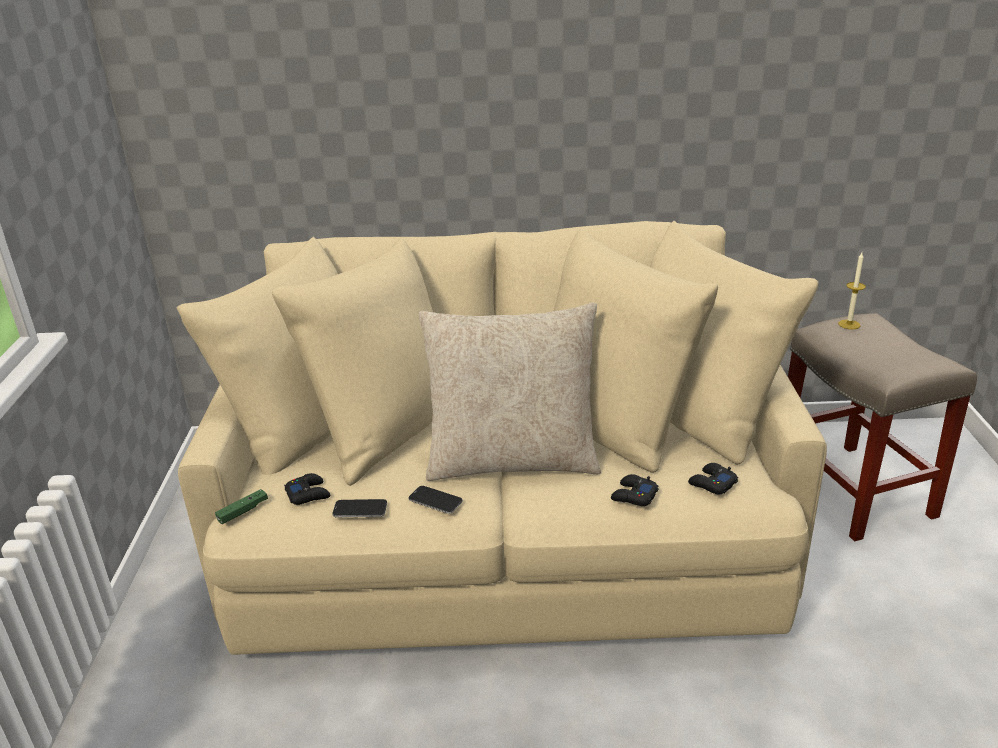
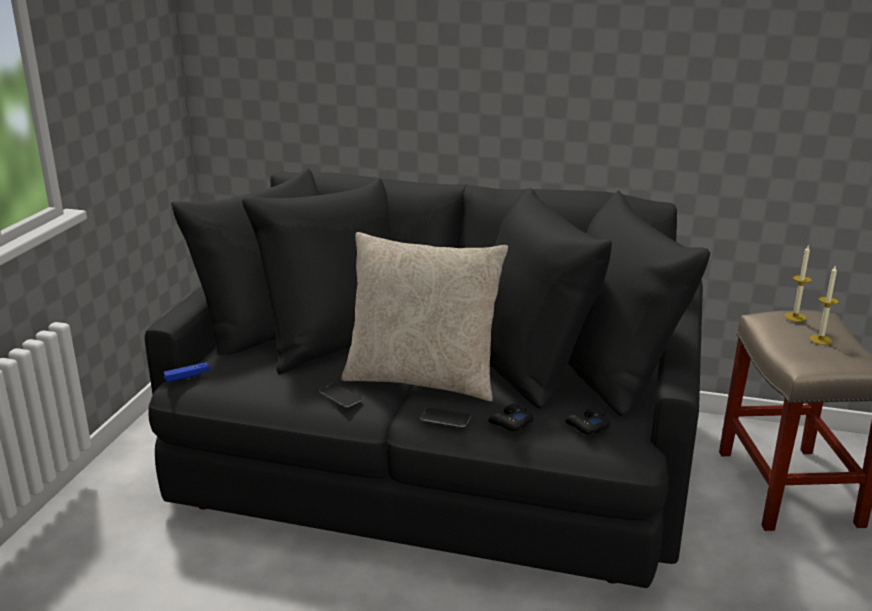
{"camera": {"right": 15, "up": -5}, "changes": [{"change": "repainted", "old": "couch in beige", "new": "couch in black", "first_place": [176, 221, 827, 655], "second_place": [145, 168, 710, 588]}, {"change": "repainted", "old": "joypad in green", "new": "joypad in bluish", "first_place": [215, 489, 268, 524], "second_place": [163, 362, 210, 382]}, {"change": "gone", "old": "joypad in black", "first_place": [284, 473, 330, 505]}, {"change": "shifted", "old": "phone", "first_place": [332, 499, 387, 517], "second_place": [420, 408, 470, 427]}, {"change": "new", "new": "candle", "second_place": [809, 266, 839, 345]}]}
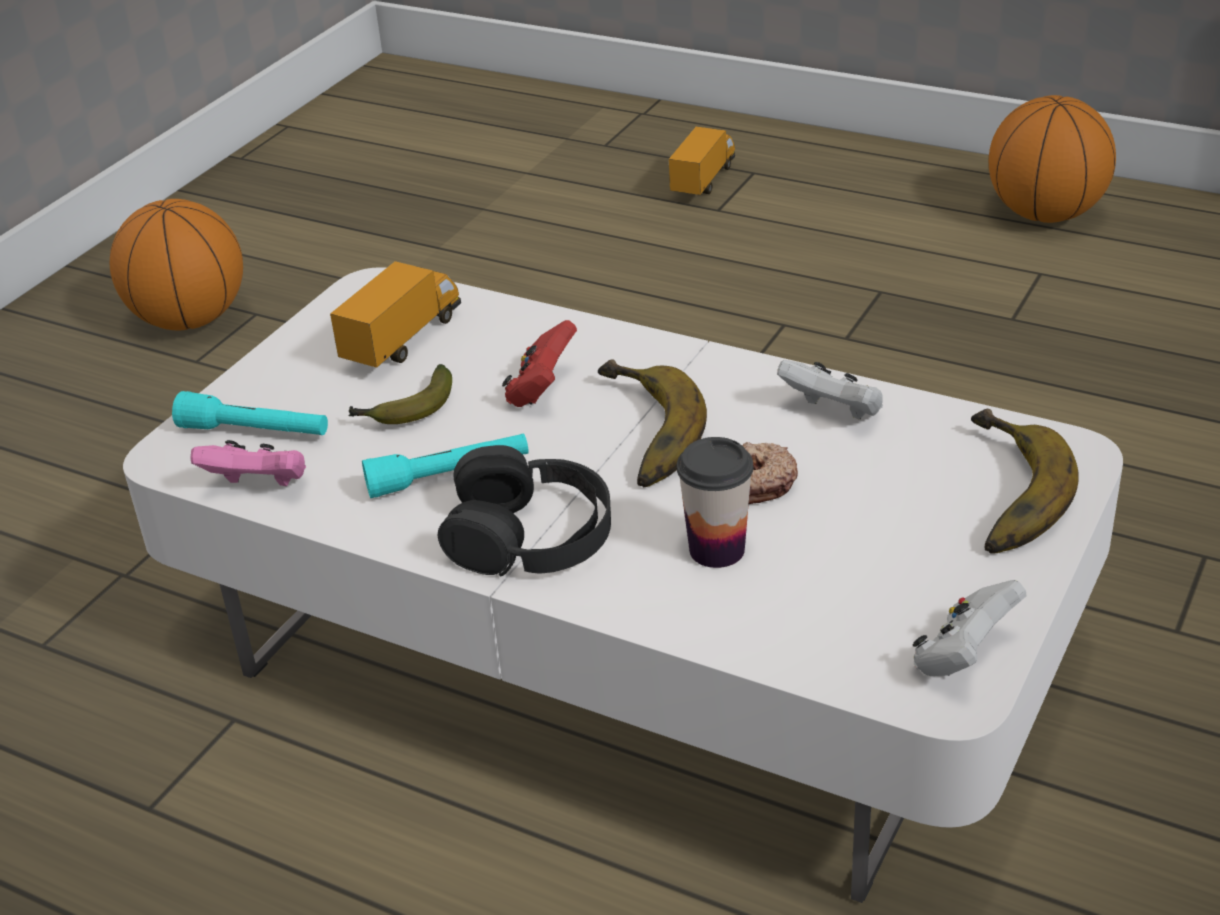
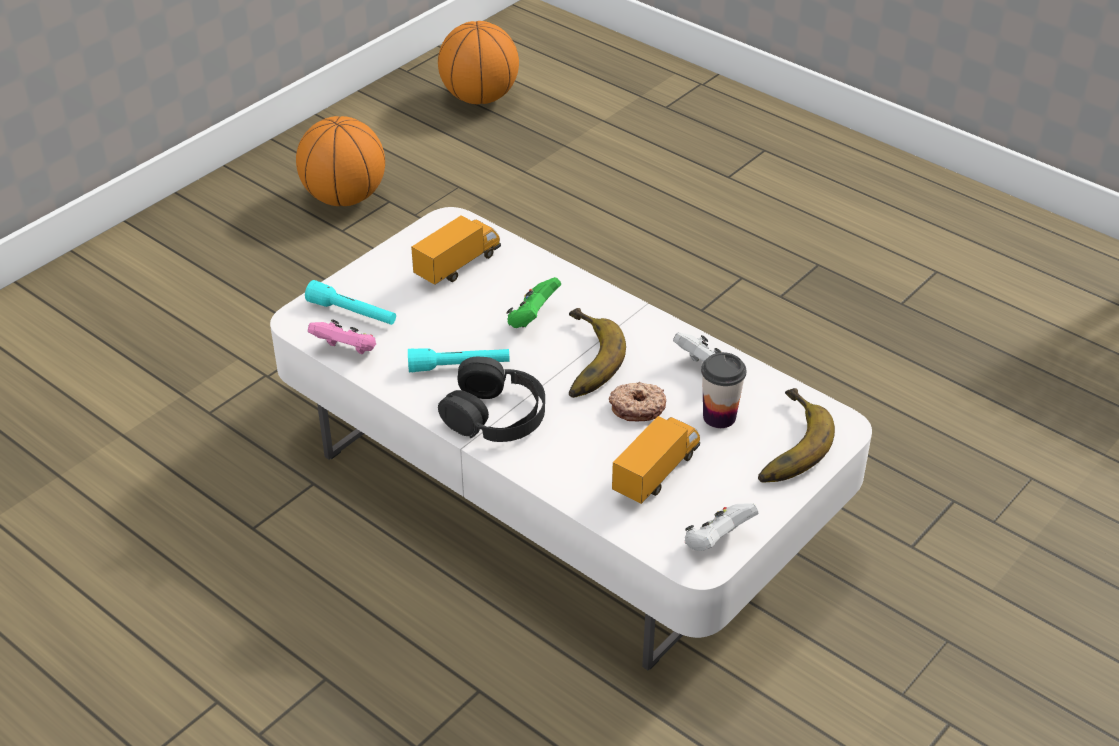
{"camera": {"right": 10, "up": 5}, "changes": [{"change": "gone", "old": "banana fruit", "first_place": [348, 364, 452, 424]}, {"change": "repainted", "old": "joypad in red", "new": "joypad in green", "first_place": [502, 320, 577, 407], "second_place": [506, 277, 561, 328]}, {"change": "shifted", "old": "model truck", "first_place": [669, 127, 735, 195], "second_place": [612, 416, 700, 504]}, {"change": "shifted", "old": "small cup", "first_place": [677, 437, 753, 568], "second_place": [701, 352, 746, 428]}, {"change": "shifted", "old": "ball for basketball", "first_place": [989, 95, 1116, 223], "second_place": [438, 21, 519, 104]}]}
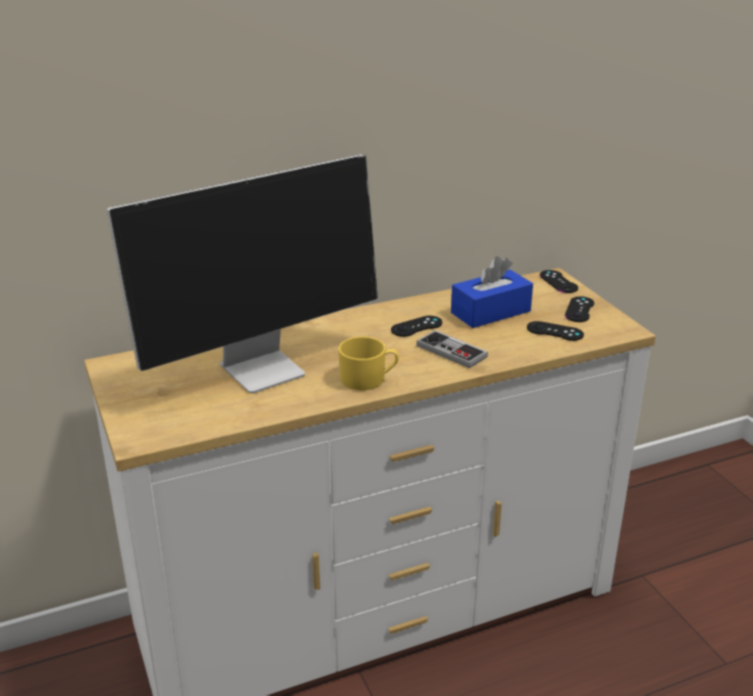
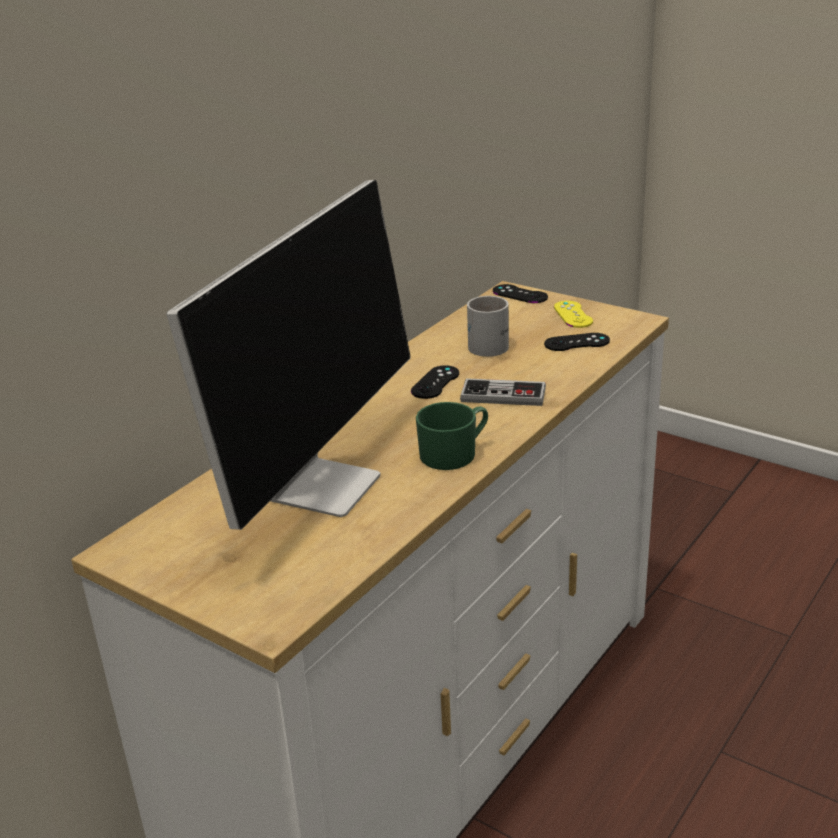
{"camera": {"right": -30, "up": 0}, "changes": [{"change": "repainted", "old": "mug in yellow-coloured", "new": "mug in green", "first_place": [338, 337, 399, 390], "second_place": [416, 402, 488, 470]}, {"change": "swapped", "old": "tissue holder in bluish", "new": "mug in whitish", "first_place": [451, 256, 533, 328], "second_place": [467, 296, 509, 357]}, {"change": "repainted", "old": "joypad in black", "new": "joypad in yellow-coloured", "first_place": [565, 296, 594, 322], "second_place": [554, 301, 593, 328]}]}
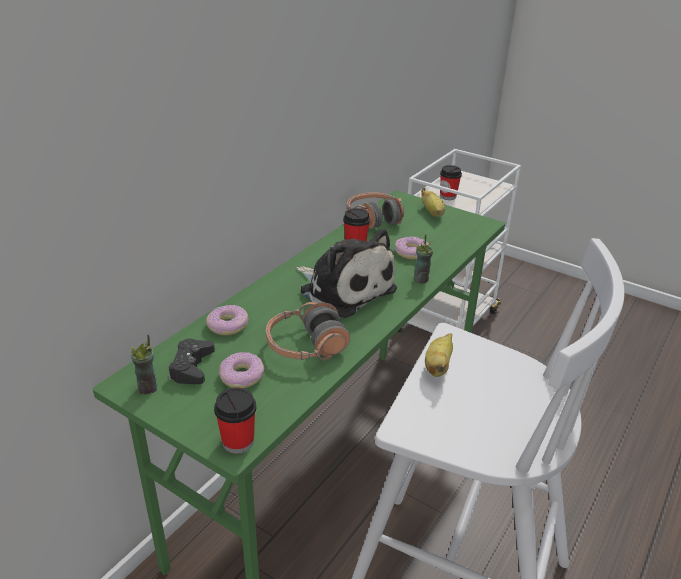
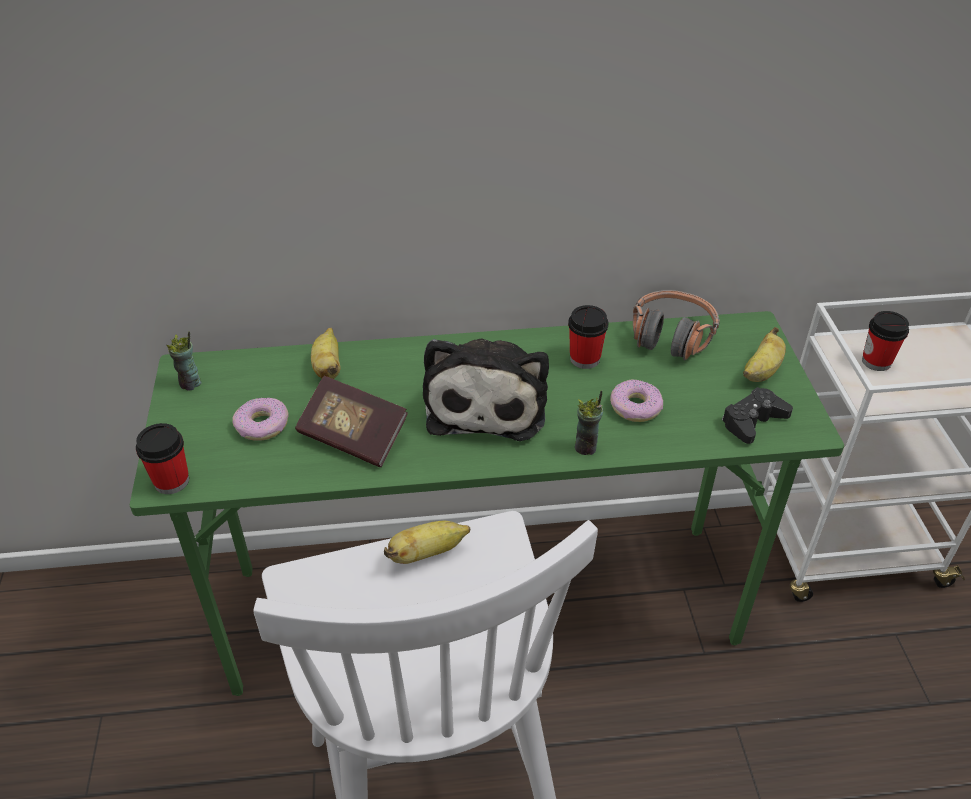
{"camera": {"right": 50, "up": 10}, "changes": [{"change": "shifted", "old": "joypad in black", "first_place": [168, 339, 215, 384], "second_place": [722, 387, 793, 444]}, {"change": "swapped", "old": "ring doughnut", "new": "banana fruit", "first_place": [206, 305, 248, 335], "second_place": [311, 328, 341, 379]}, {"change": "swapped", "old": "headphones", "new": "volume", "first_place": [266, 302, 350, 361], "second_place": [295, 376, 408, 467]}]}
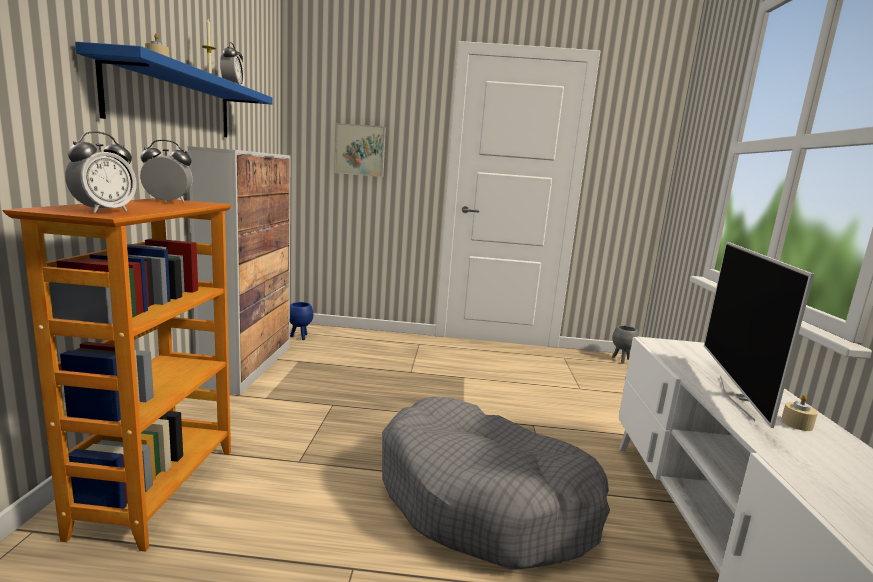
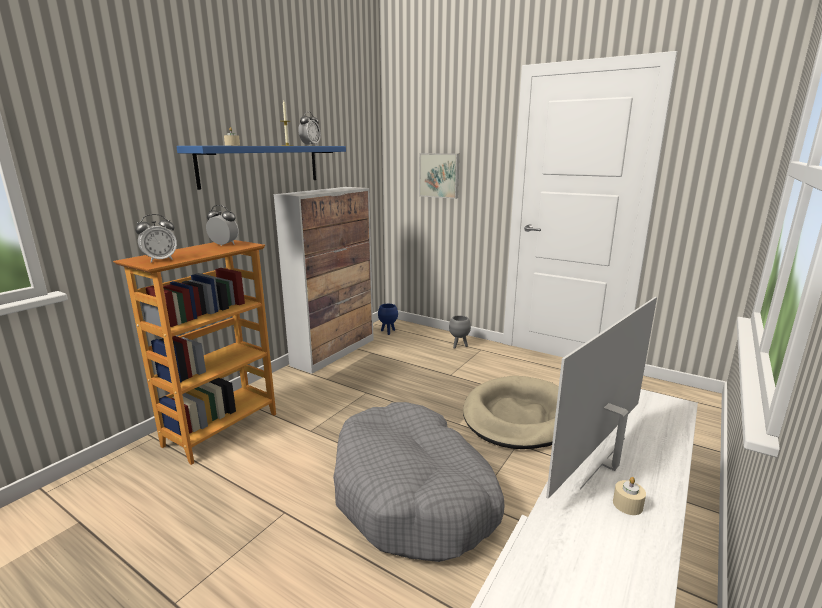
{"camera": {"right": 30, "up": 5}, "changes": [{"change": "shifted", "old": "planter in greyish", "first_place": [612, 325, 639, 363], "second_place": [449, 315, 471, 349]}, {"change": "new", "new": "pet bed in beige", "second_place": [463, 376, 559, 449]}]}
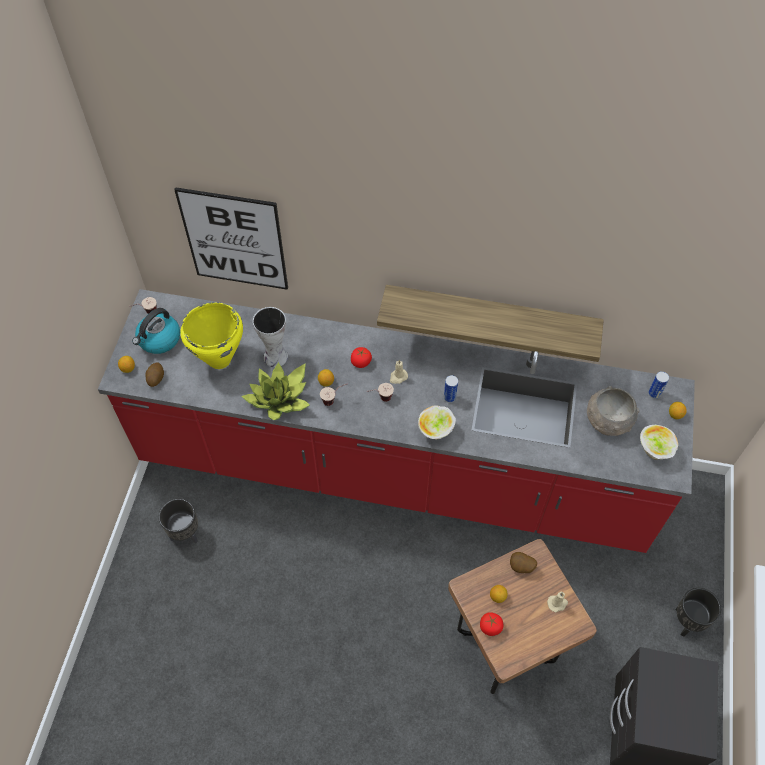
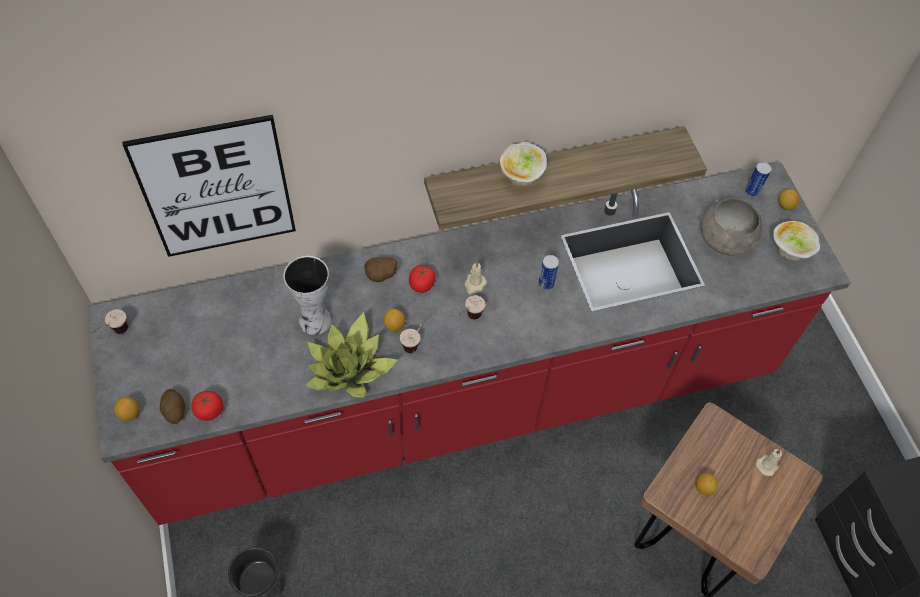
{"camera": {"right": -30, "up": 0}, "changes": [{"change": "gone", "old": "tea kettle", "first_place": [132, 308, 180, 354]}, {"change": "gone", "old": "cooking pot in yellow-coloured", "first_place": [180, 302, 243, 369]}, {"change": "shifted", "old": "bowl", "first_place": [418, 406, 456, 439], "second_place": [500, 142, 547, 186]}, {"change": "shifted", "old": "fresh tomato", "first_place": [480, 612, 503, 636], "second_place": [192, 391, 223, 421]}, {"change": "shifted", "old": "potato", "first_place": [510, 552, 537, 573], "second_place": [364, 257, 397, 282]}, {"change": "gone", "old": "planter in black", "first_place": [675, 588, 721, 637]}]}
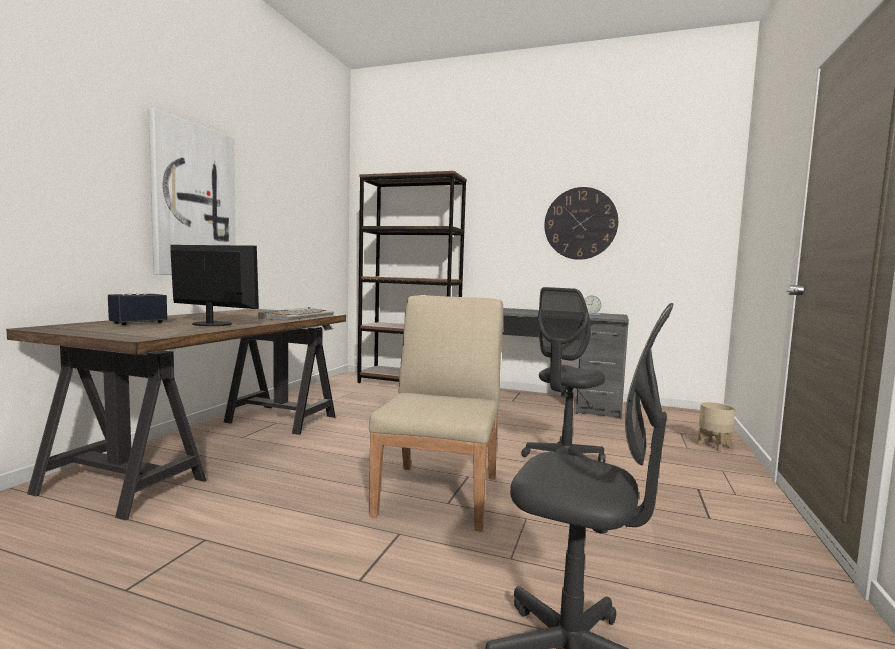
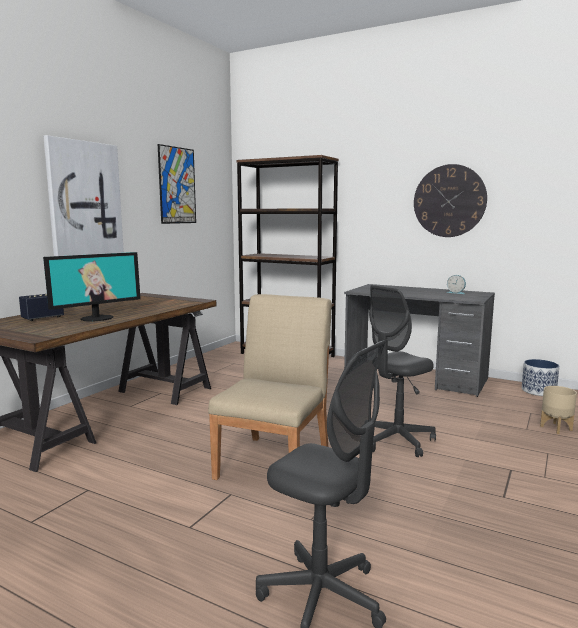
{"camera": {"right": 10, "up": 5}, "changes": [{"change": "rotated", "old": "computer screen", "first_place": [170, 245, 259, 326], "second_place": [43, 252, 141, 322], "degrees": 105}, {"change": "gone", "old": "PC keyboard", "first_place": [258, 307, 334, 321]}, {"change": "new", "new": "wall picture", "second_place": [158, 144, 196, 224]}, {"change": "new", "new": "planter", "second_place": [522, 359, 559, 396]}]}
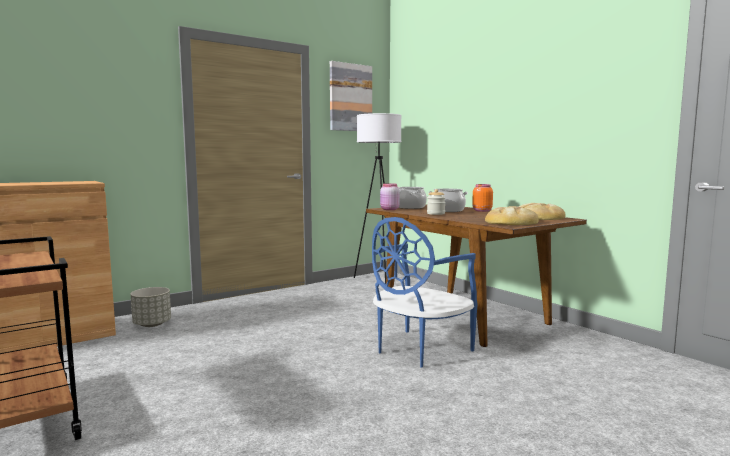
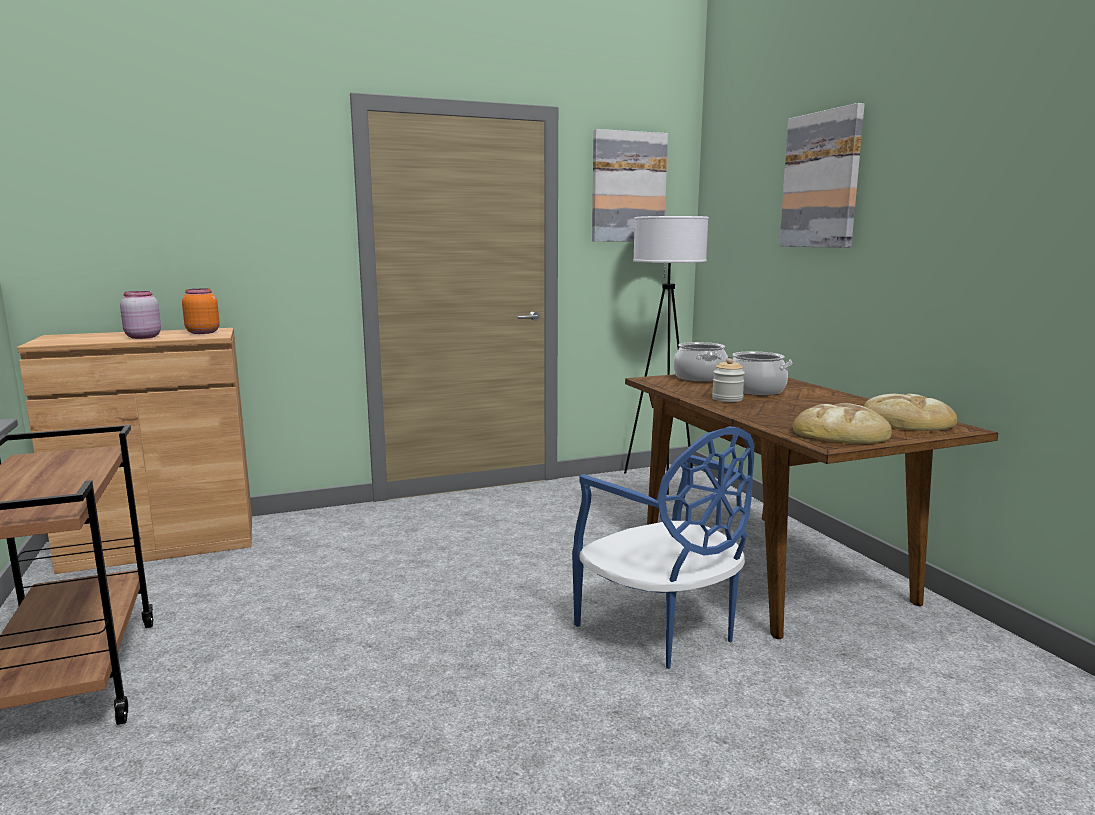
{"camera": {"right": 15, "up": 5}, "changes": [{"change": "gone", "old": "planter in greyish", "first_place": [130, 287, 171, 327]}, {"change": "rotated", "old": "plain chair in bluish", "first_place": [372, 217, 478, 368], "second_place": [572, 426, 754, 669], "degrees": -90}, {"change": "shifted", "old": "storage jar in pink", "first_place": [380, 183, 400, 210], "second_place": [120, 291, 161, 339]}, {"change": "shifted", "old": "storage jar in orangey", "first_place": [472, 184, 493, 212], "second_place": [182, 289, 220, 334]}, {"change": "new", "new": "wall picture", "second_place": [779, 103, 865, 248]}]}
